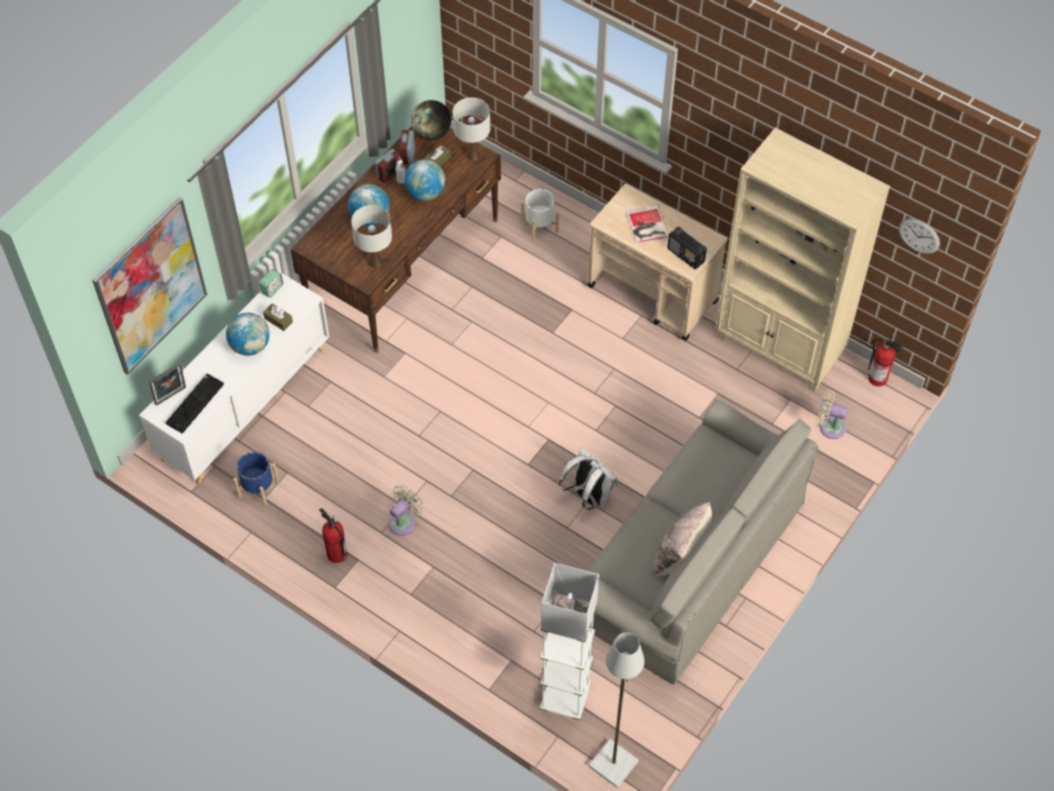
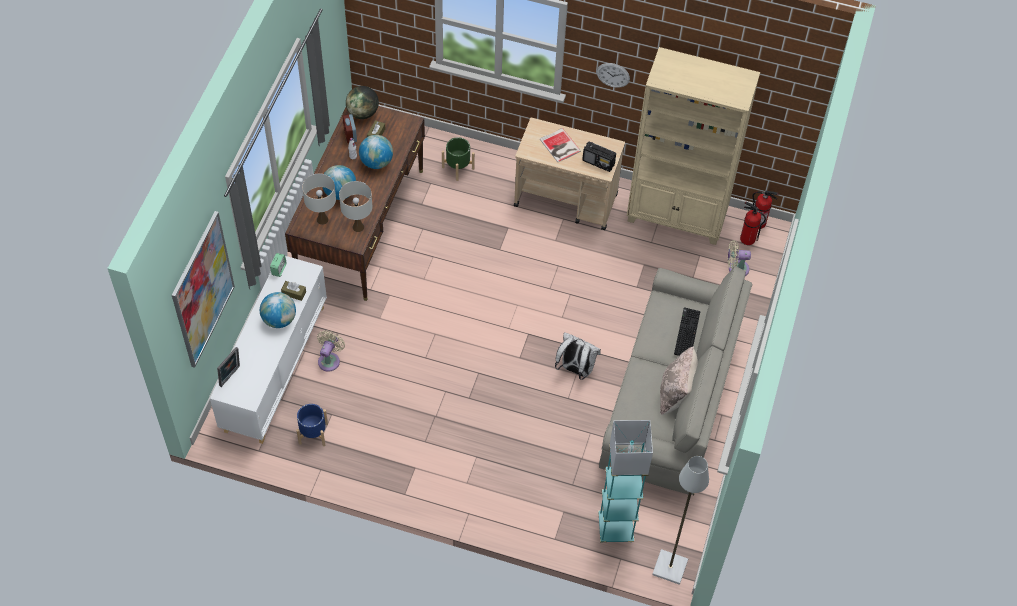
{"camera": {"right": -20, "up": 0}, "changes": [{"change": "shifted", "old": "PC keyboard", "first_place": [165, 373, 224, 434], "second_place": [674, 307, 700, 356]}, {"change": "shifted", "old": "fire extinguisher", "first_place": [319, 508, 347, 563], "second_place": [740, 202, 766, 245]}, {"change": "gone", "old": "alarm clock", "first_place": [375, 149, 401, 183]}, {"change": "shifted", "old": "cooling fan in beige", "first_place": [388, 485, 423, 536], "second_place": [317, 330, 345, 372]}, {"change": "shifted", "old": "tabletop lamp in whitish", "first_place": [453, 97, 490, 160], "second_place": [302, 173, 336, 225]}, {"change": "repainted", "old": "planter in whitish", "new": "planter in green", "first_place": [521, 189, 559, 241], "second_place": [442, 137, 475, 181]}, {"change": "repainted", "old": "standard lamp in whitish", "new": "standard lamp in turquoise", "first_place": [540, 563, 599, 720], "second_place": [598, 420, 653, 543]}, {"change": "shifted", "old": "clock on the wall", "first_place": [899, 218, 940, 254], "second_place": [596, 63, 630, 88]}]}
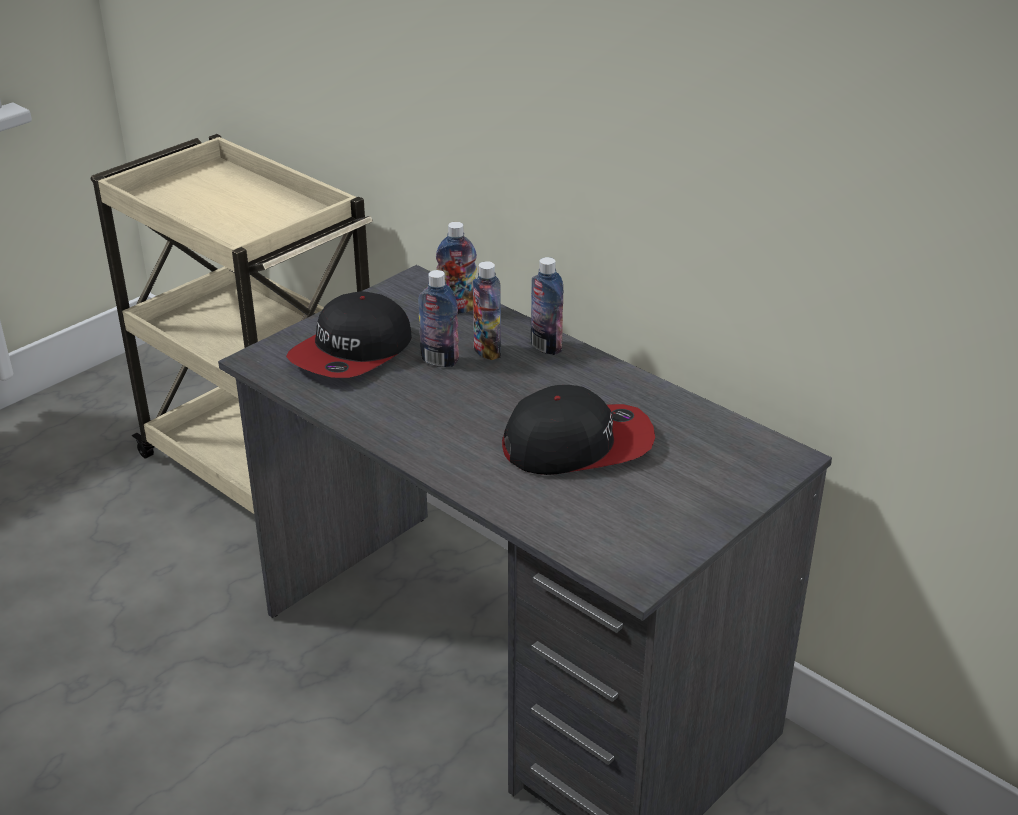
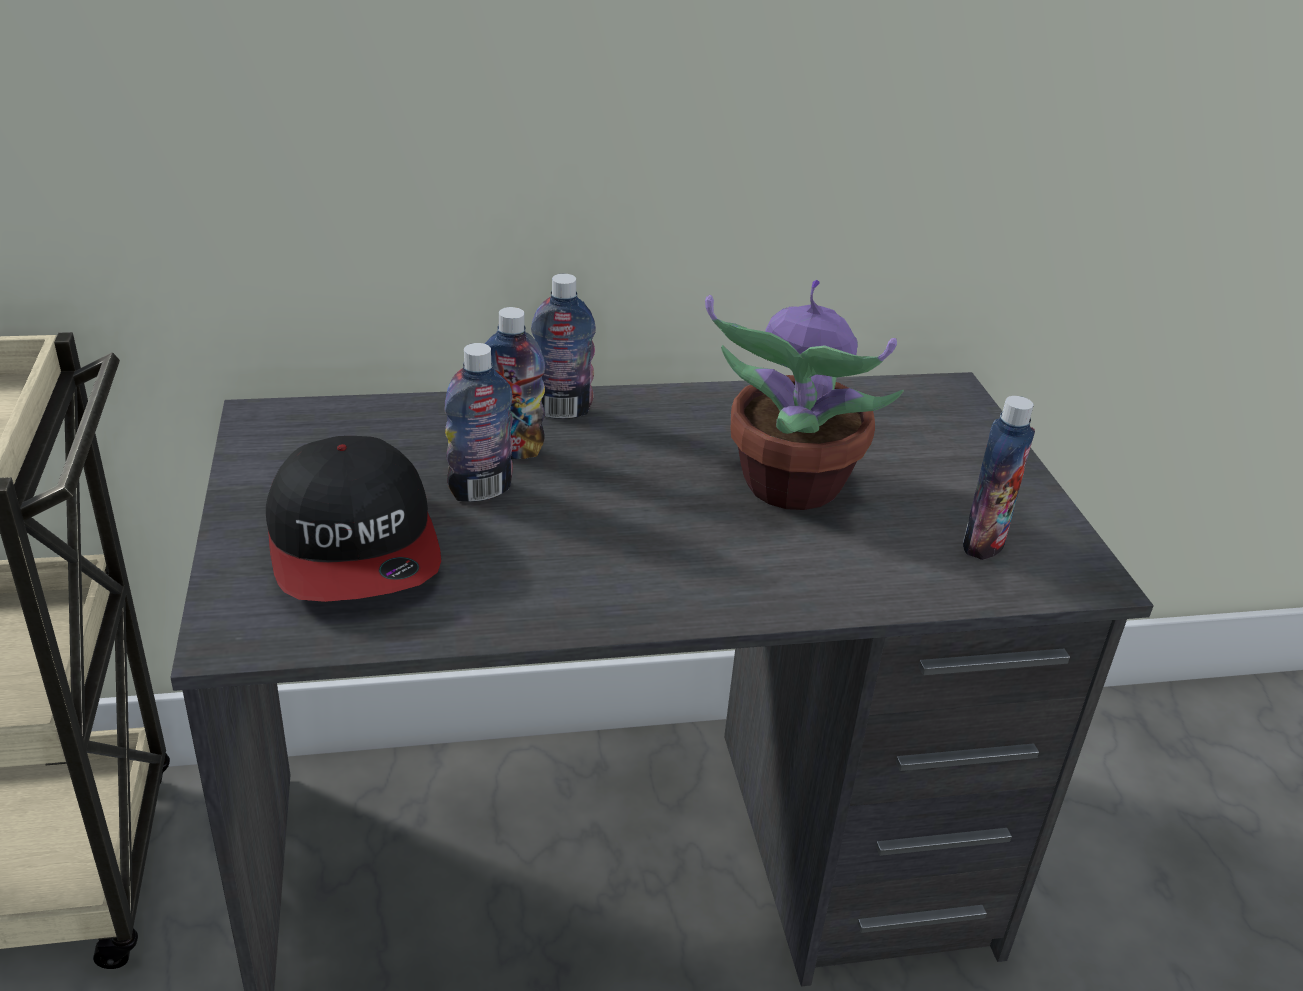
{"camera": {"right": -55, "up": 0}, "changes": [{"change": "shifted", "old": "drink bottle", "first_place": [436, 222, 477, 314], "second_place": [963, 396, 1035, 560]}, {"change": "swapped", "old": "baseball cap", "new": "potted plant", "first_place": [502, 385, 655, 475], "second_place": [705, 280, 904, 510]}]}
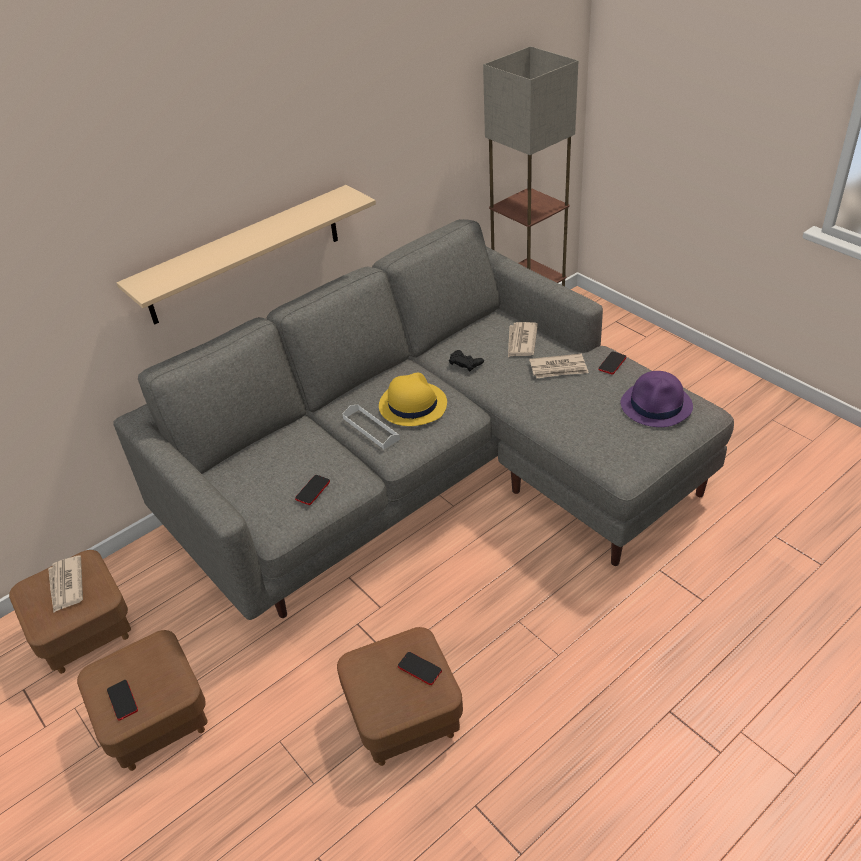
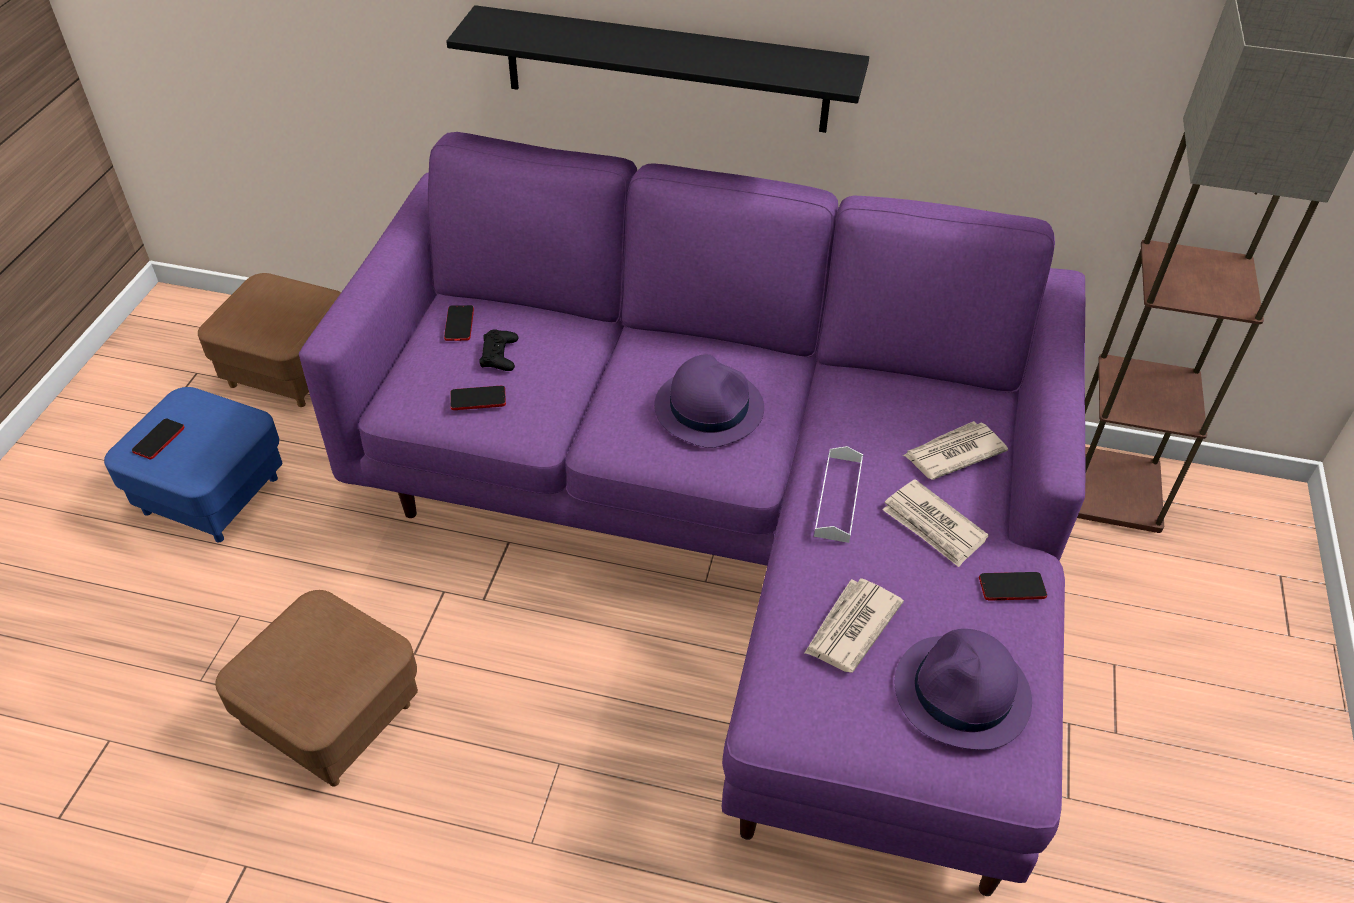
{"camera": {"right": 50, "up": 5}, "changes": [{"change": "shifted", "old": "printed paper", "first_place": [48, 555, 83, 612], "second_place": [804, 578, 904, 672]}, {"change": "repainted", "old": "pouffe in brownish", "new": "pouffe in bluish", "first_place": [77, 630, 208, 771], "second_place": [104, 387, 282, 542]}, {"change": "repainted", "old": "couch in greyish", "new": "couch in purple", "first_place": [113, 219, 734, 620], "second_place": [299, 132, 1085, 896]}, {"change": "repainted", "old": "shelf in beige", "new": "shelf in black", "first_place": [117, 185, 376, 325], "second_place": [446, 5, 869, 133]}, {"change": "shifted", "old": "serving tray in whitish", "first_place": [343, 404, 400, 449], "second_place": [814, 446, 863, 543]}, {"change": "repainted", "old": "hat in yellow-coloured", "new": "hat in purple", "first_place": [379, 373, 447, 426], "second_place": [654, 354, 764, 448]}, {"change": "shifted", "old": "phone", "first_place": [398, 652, 442, 685], "second_place": [444, 305, 474, 341]}, {"change": "shifted", "old": "joypad in black", "first_place": [449, 350, 484, 371], "second_place": [480, 329, 518, 371]}]}
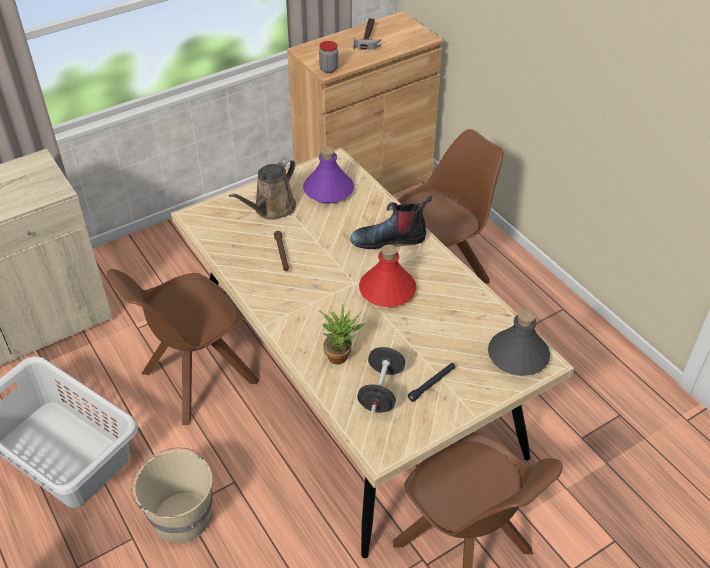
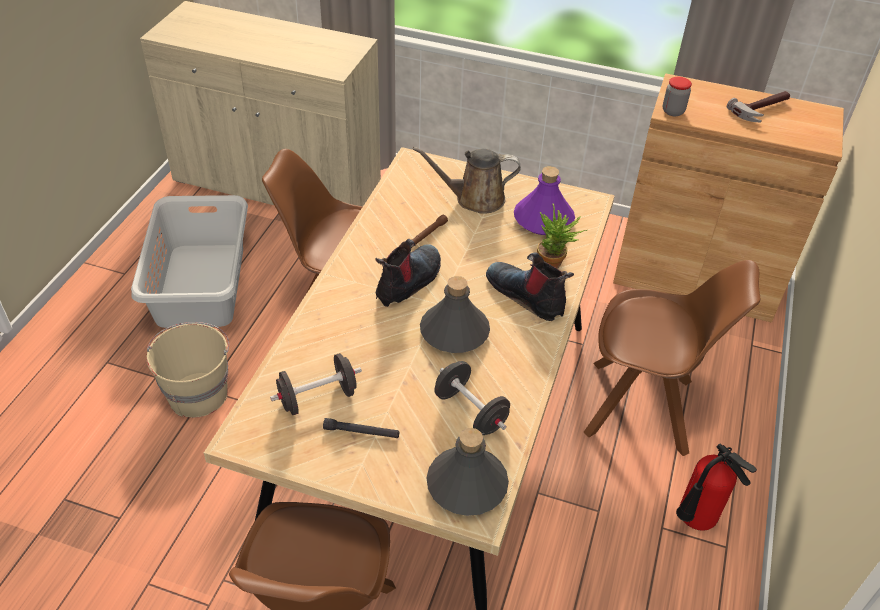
{"camera": {"right": 50, "up": 0}, "changes": [{"change": "shifted", "old": "potted plant", "first_place": [318, 304, 365, 364], "second_place": [537, 203, 587, 269]}, {"change": "repainted", "old": "drink bottle in red", "new": "drink bottle in greyish", "first_place": [359, 244, 417, 307], "second_place": [420, 276, 490, 353]}, {"change": "new", "new": "tall boot", "second_place": [376, 239, 441, 307]}, {"change": "new", "new": "dumbbell in black", "second_place": [434, 361, 510, 435]}, {"change": "new", "new": "fire extinguisher", "second_place": [676, 443, 757, 531]}]}
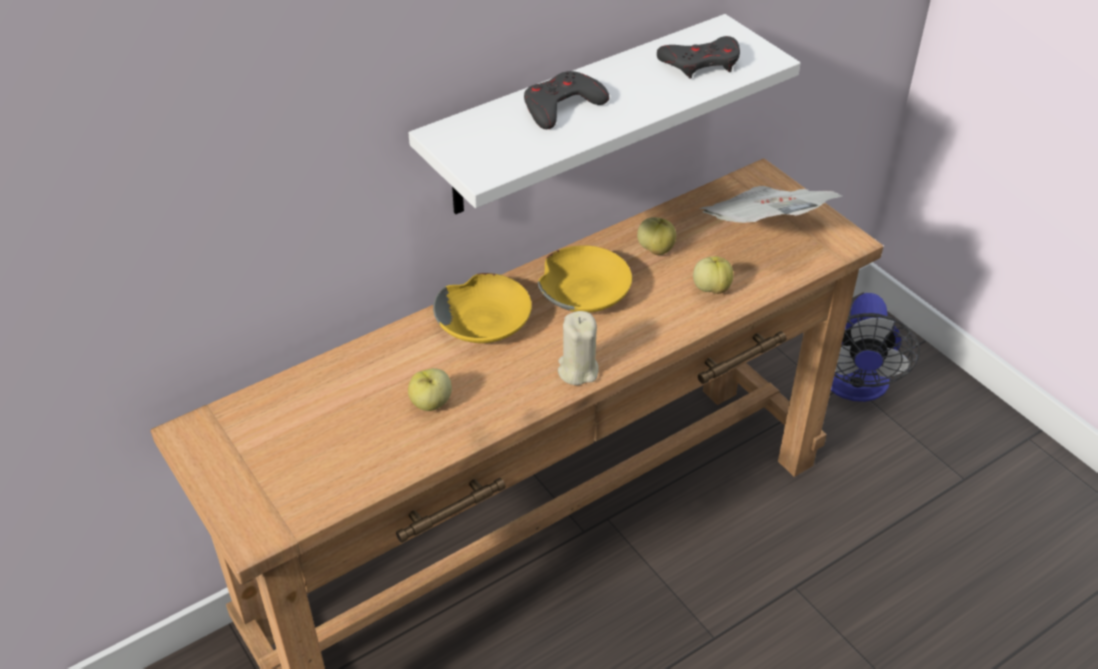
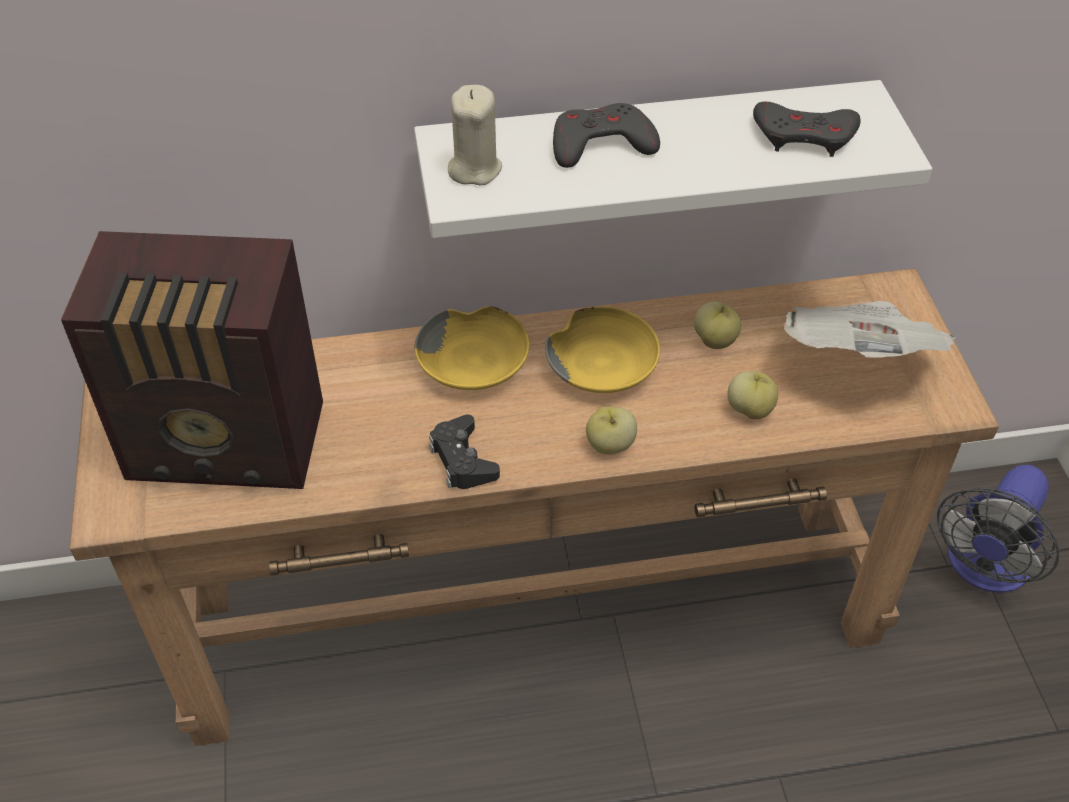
{"camera": {"right": 25, "up": 5}, "changes": [{"change": "shifted", "old": "apple", "first_place": [408, 368, 452, 411], "second_place": [586, 407, 637, 454]}, {"change": "shifted", "old": "candle in beige", "first_place": [558, 311, 599, 385], "second_place": [448, 85, 502, 186]}, {"change": "new", "new": "radio set", "second_place": [61, 231, 323, 489]}, {"change": "new", "new": "joypad in black", "second_place": [429, 414, 500, 489]}]}
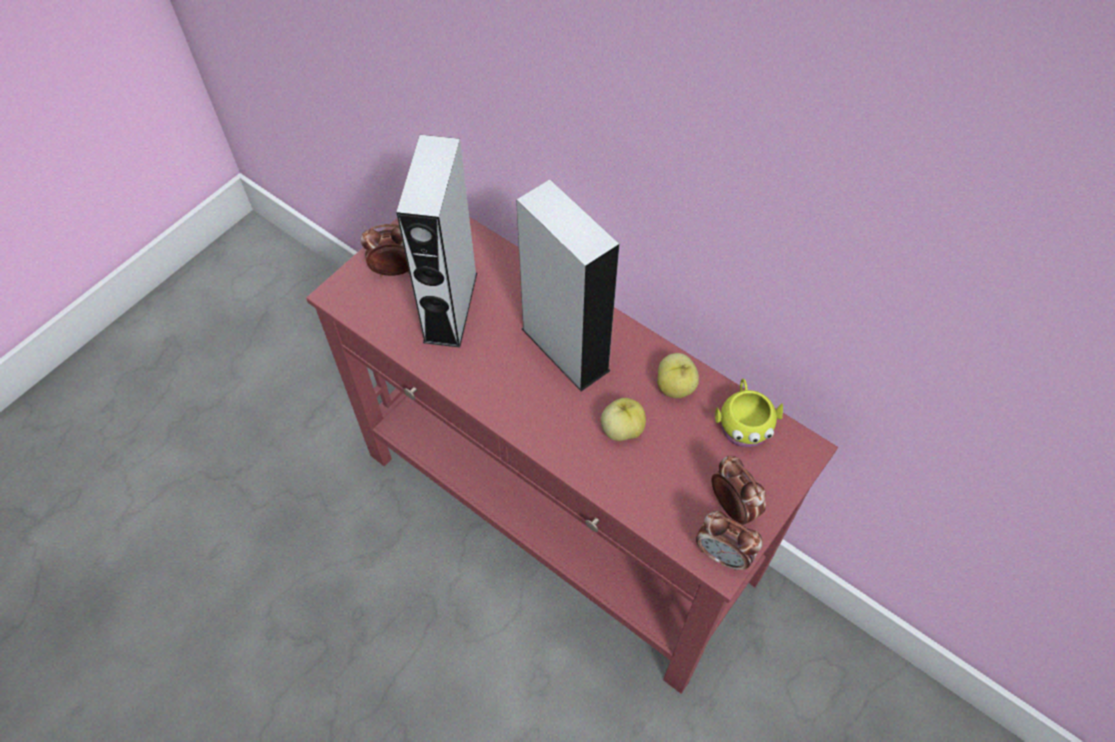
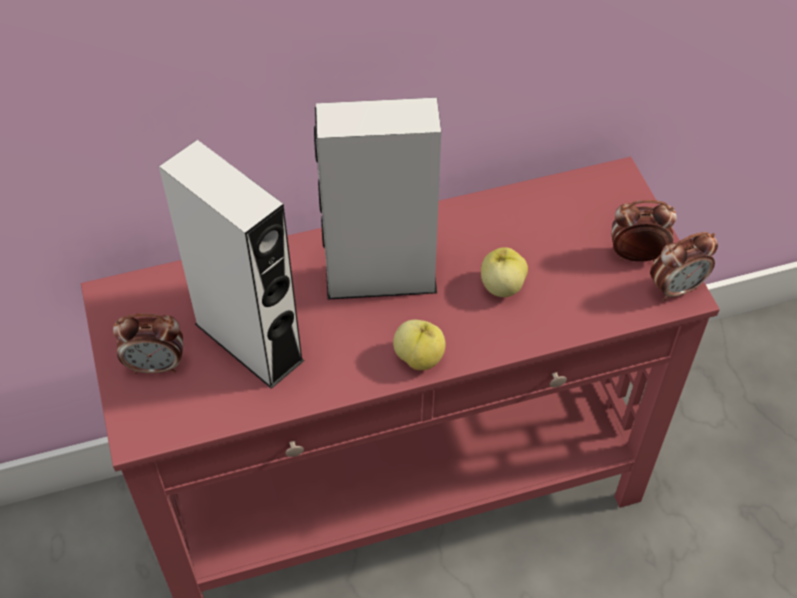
{"camera": {"right": -55, "up": -5}, "changes": [{"change": "rotated", "old": "alarm clock", "first_place": [360, 224, 409, 277], "second_place": [113, 314, 183, 374], "degrees": -120}, {"change": "shifted", "old": "apple", "first_place": [657, 353, 699, 398], "second_place": [393, 320, 446, 371]}, {"change": "gone", "old": "mug in yellow-coloured", "first_place": [715, 378, 783, 447]}]}
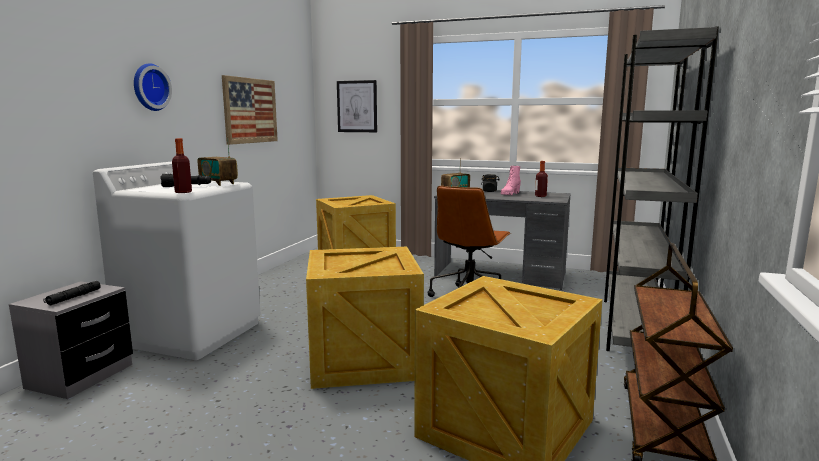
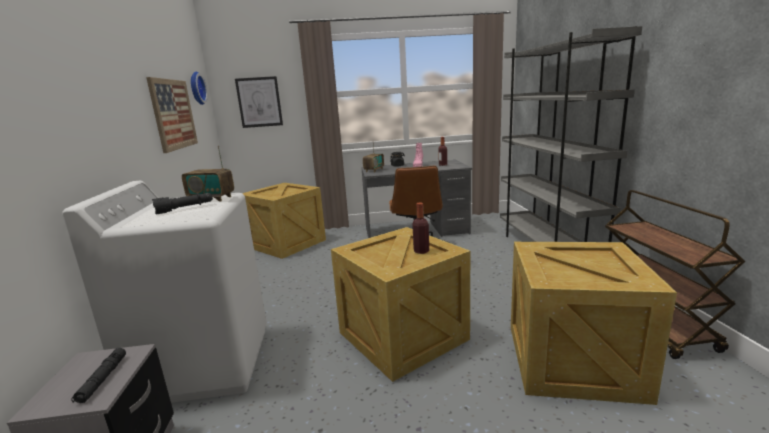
{"camera": {"right": -25, "up": 5}, "changes": [{"change": "shifted", "old": "clock on the wall", "first_place": [134, 63, 172, 111], "second_place": [191, 72, 207, 105]}, {"change": "shifted", "old": "drink bottle", "first_place": [172, 138, 192, 193], "second_place": [413, 202, 429, 254]}]}
